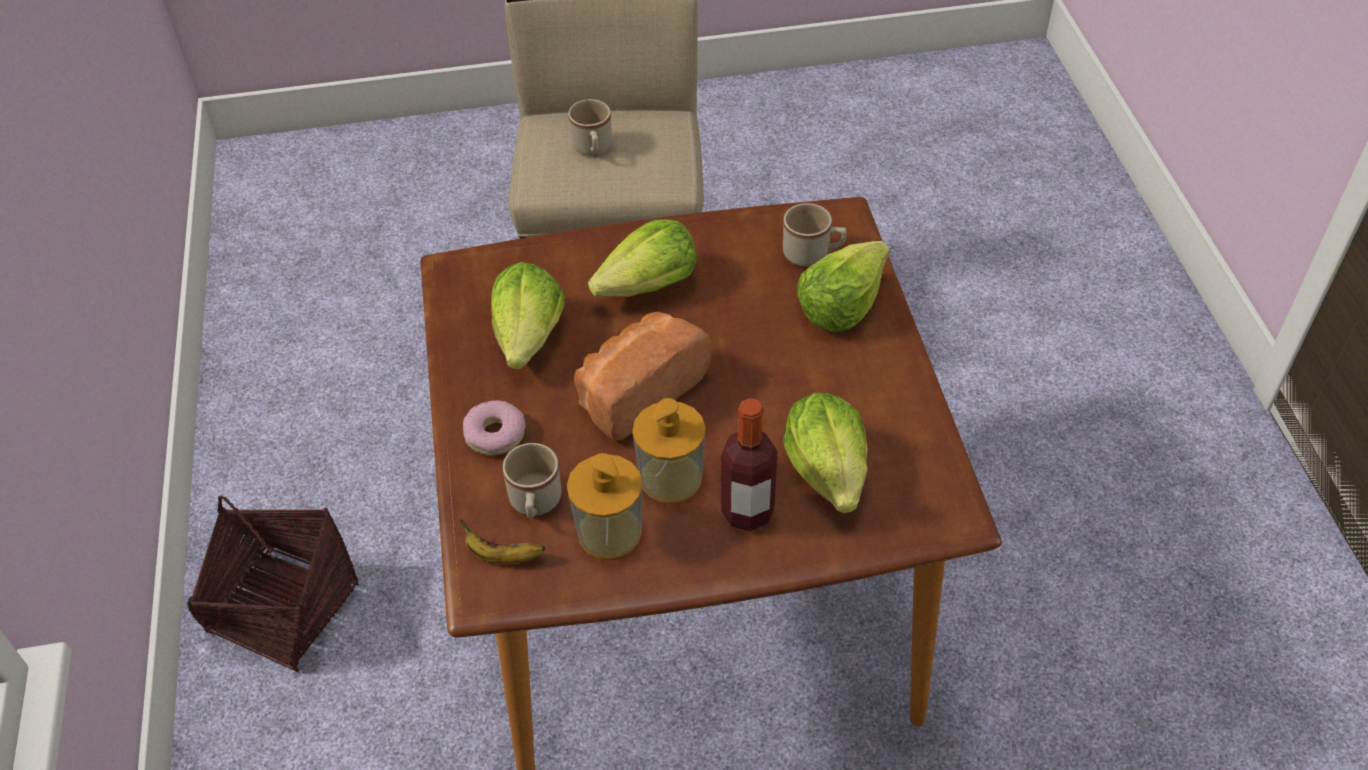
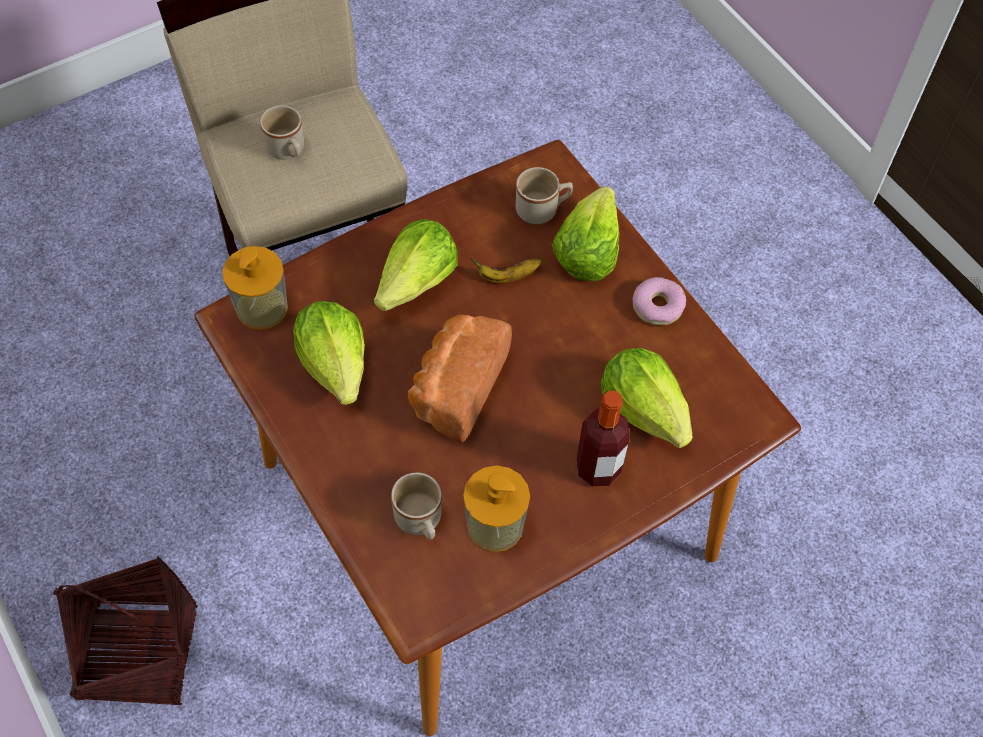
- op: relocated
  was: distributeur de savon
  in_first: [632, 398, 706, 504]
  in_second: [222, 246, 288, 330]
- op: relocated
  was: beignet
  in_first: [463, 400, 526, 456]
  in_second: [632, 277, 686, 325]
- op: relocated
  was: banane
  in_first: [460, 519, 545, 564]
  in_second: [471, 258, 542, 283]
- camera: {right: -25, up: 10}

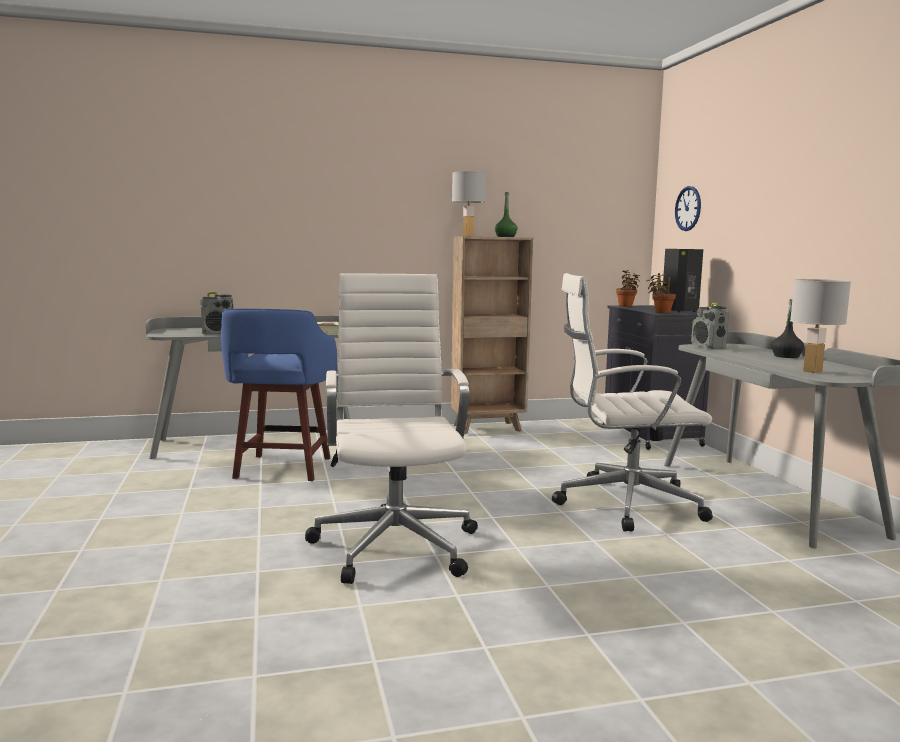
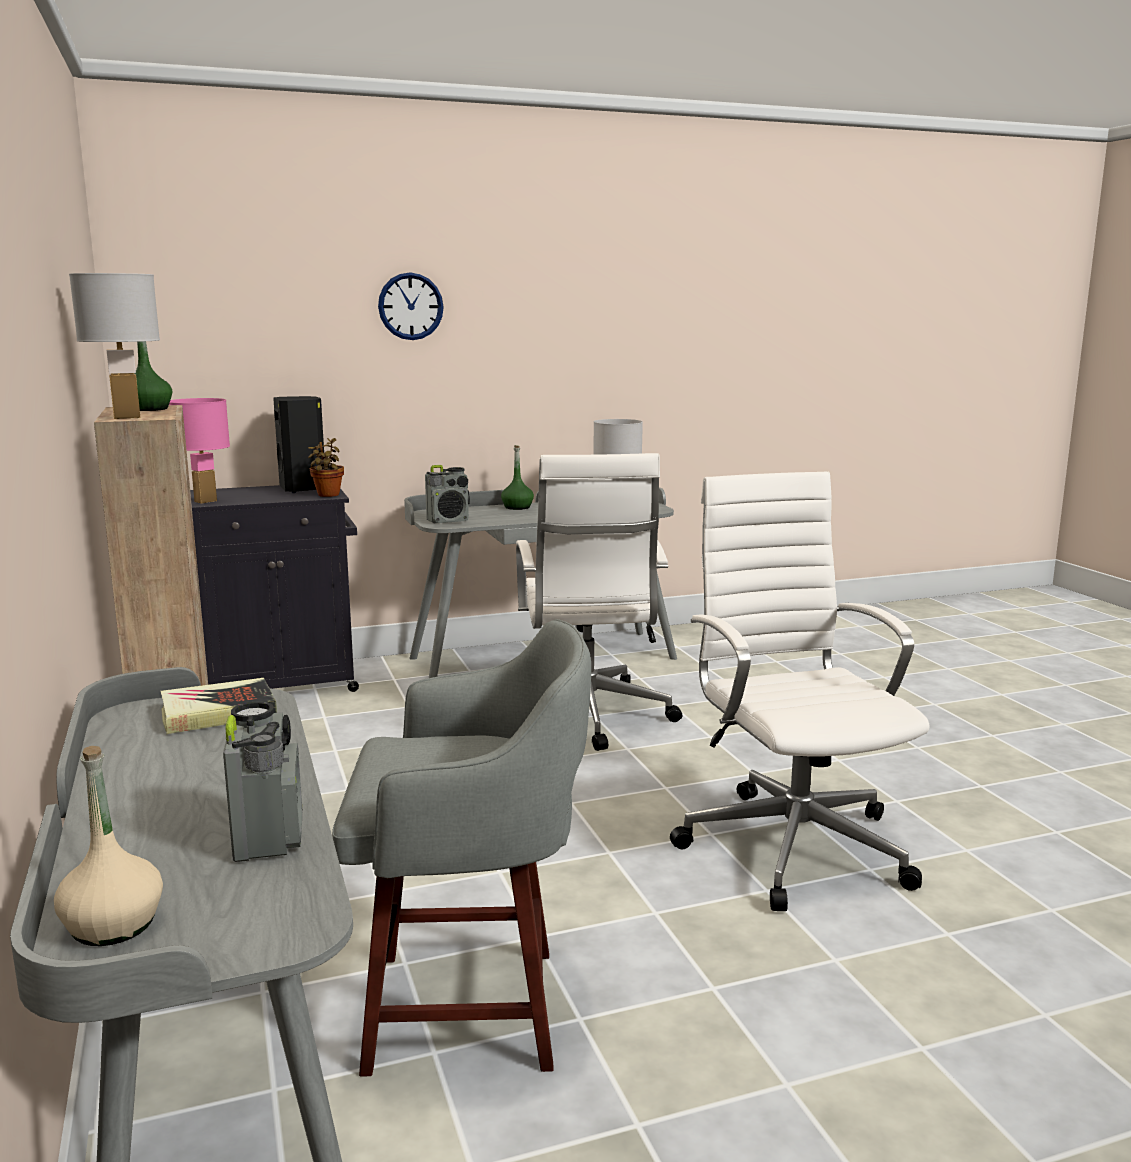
- op: relocated
  was: horloge murale
  in_first: [675, 186, 701, 231]
  in_second: [378, 272, 444, 340]
- op: exchanged
  was: plante en pot
  now: lampe de table [rose]
  in_first: [616, 270, 640, 307]
  in_second: [169, 398, 230, 503]
- op: spun
  was: chaise de bureau [blanc]
  in_first: [305, 273, 478, 584]
  in_second: [670, 471, 930, 911]
  clockwise: 90
- op: colour
  was: bouteille [noir]
  now: bouteille [vert]
  in_first: [771, 299, 804, 358]
  in_second: [501, 445, 534, 510]
- op: colour
  was: tabouret [bleu]
  now: tabouret [gris]
  in_first: [221, 308, 337, 481]
  in_second: [332, 619, 591, 1077]
- op: appeared
  now: bouteille [beige]
  in_second: [54, 746, 163, 946]
- camera: {right: -95, up: 5}

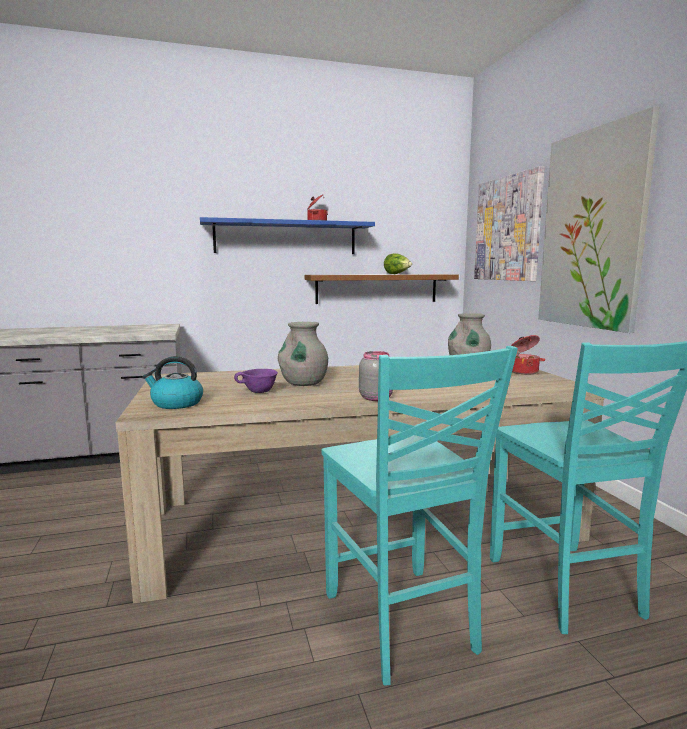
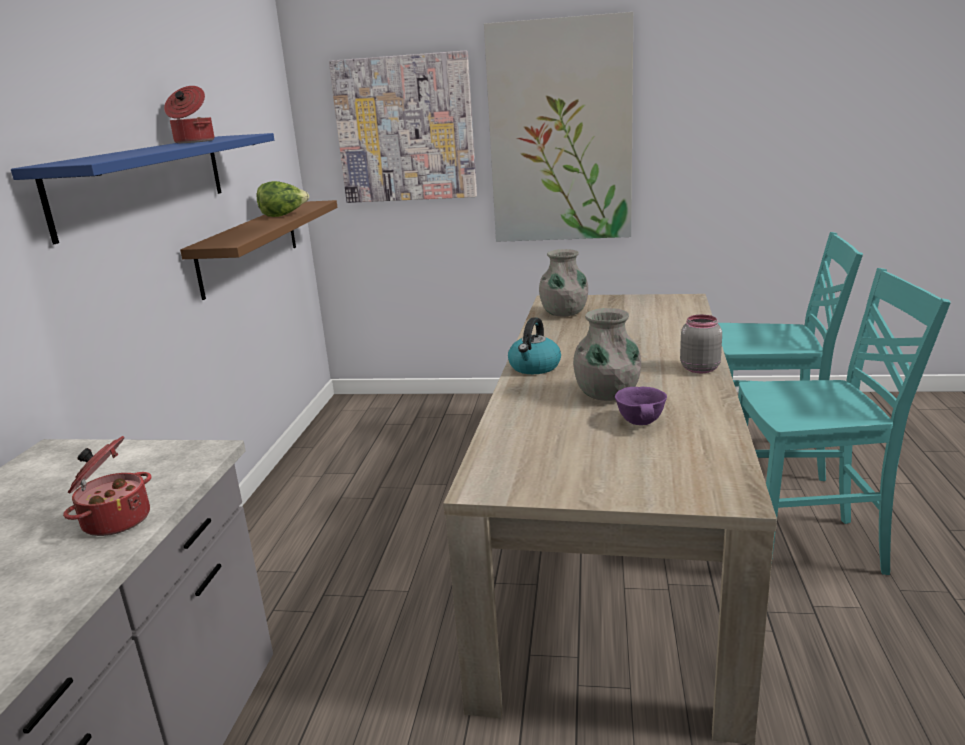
- op: relocated
  was: marmite
  in_first: [511, 335, 545, 374]
  in_second: [63, 436, 151, 536]
- op: relocated
  was: bouilloire
  in_first: [143, 356, 203, 409]
  in_second: [508, 317, 561, 374]
- camera: {right: -65, up: 10}

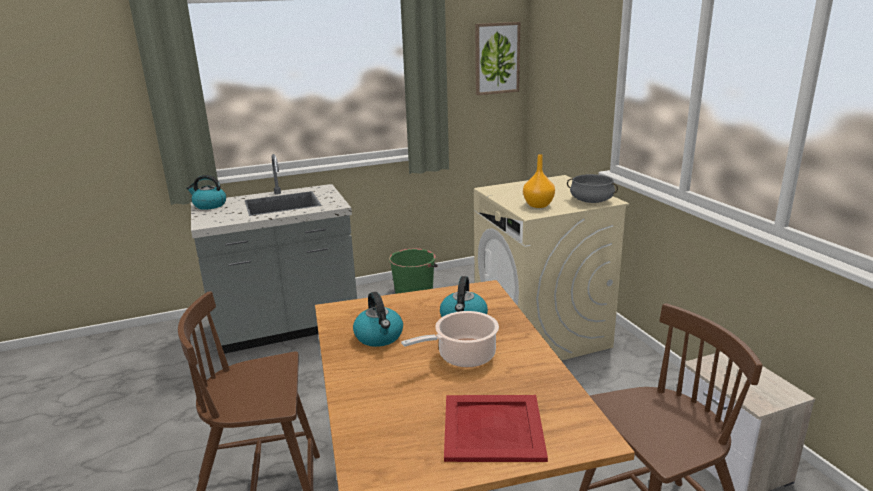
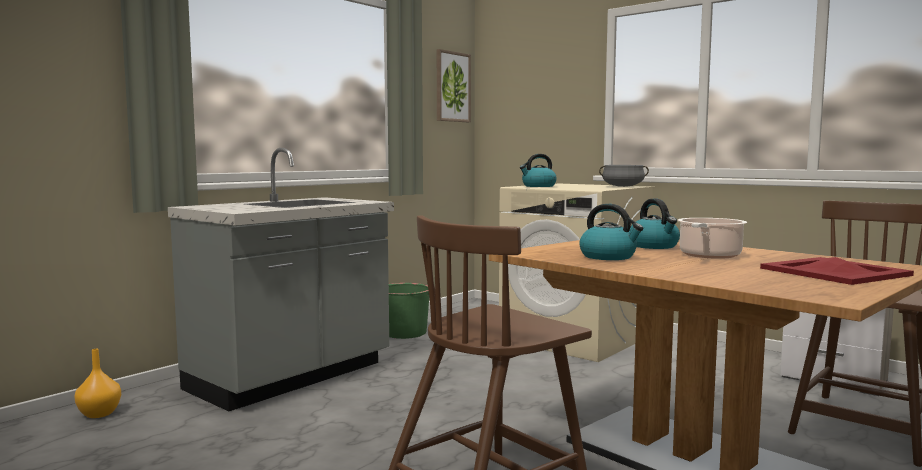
- op: relocated
  was: vase [orange]
  in_first: [523, 154, 555, 208]
  in_second: [74, 349, 121, 418]
- op: relocated
  was: bouilloire
  in_first: [186, 175, 226, 210]
  in_second: [520, 154, 557, 187]
- camera: {right: -30, up: -15}

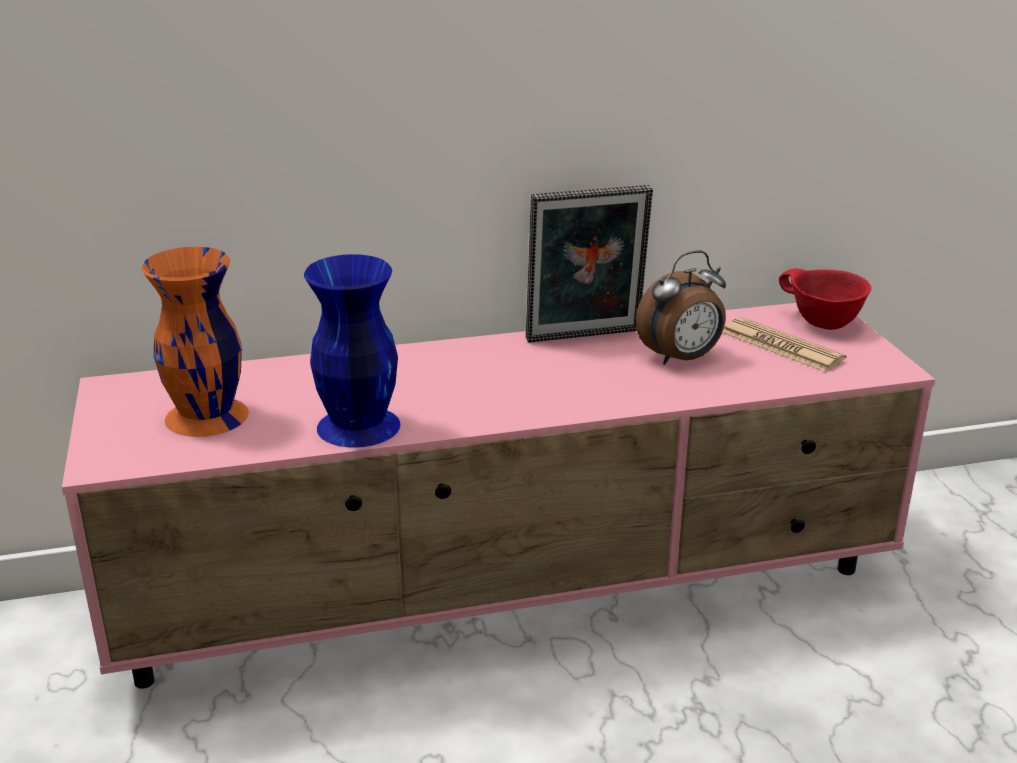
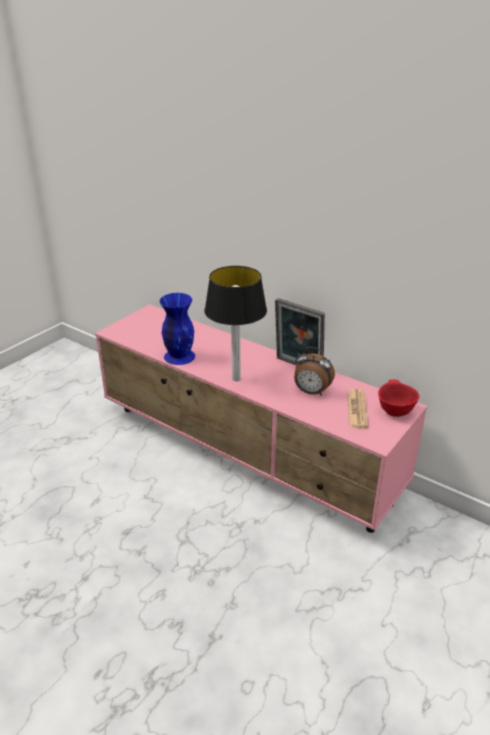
- op: missing
  was: vase [orange]
  in_first: [141, 247, 249, 437]
- op: appeared
  now: lampe de table
  in_second: [204, 266, 267, 381]
- camera: {right: 50, up: 5}

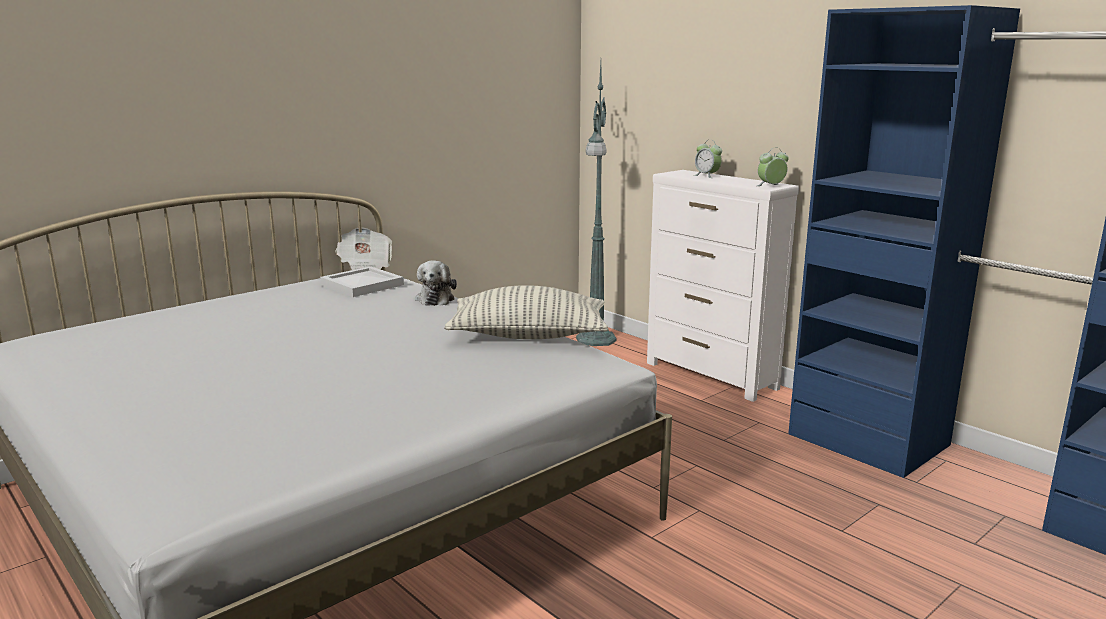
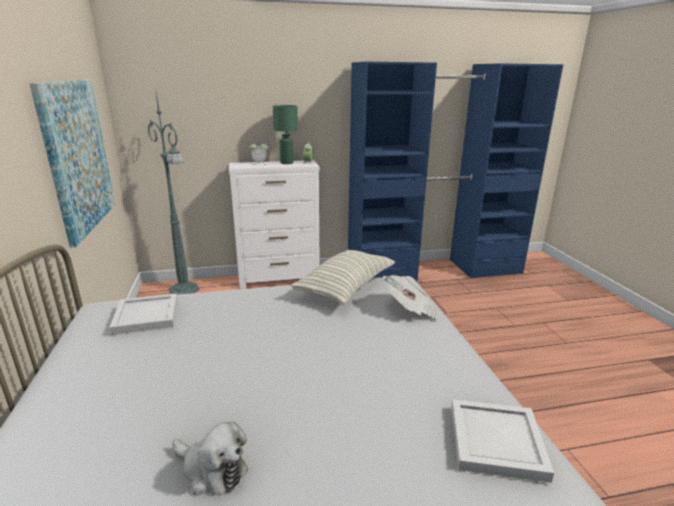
- op: relocated
  was: journal
  in_first: [335, 228, 392, 270]
  in_second: [383, 275, 439, 319]
- op: relocated
  was: peluche
  in_first: [415, 260, 457, 306]
  in_second: [172, 422, 248, 496]
- op: appeared
  now: tableau
  in_second: [30, 80, 115, 247]
- op: appeared
  now: lampe de table [vert]
  in_second: [273, 105, 298, 164]
- op: appeared
  now: plateau [blanc]
  in_second: [451, 399, 554, 483]
- camera: {right: -60, up: 5}

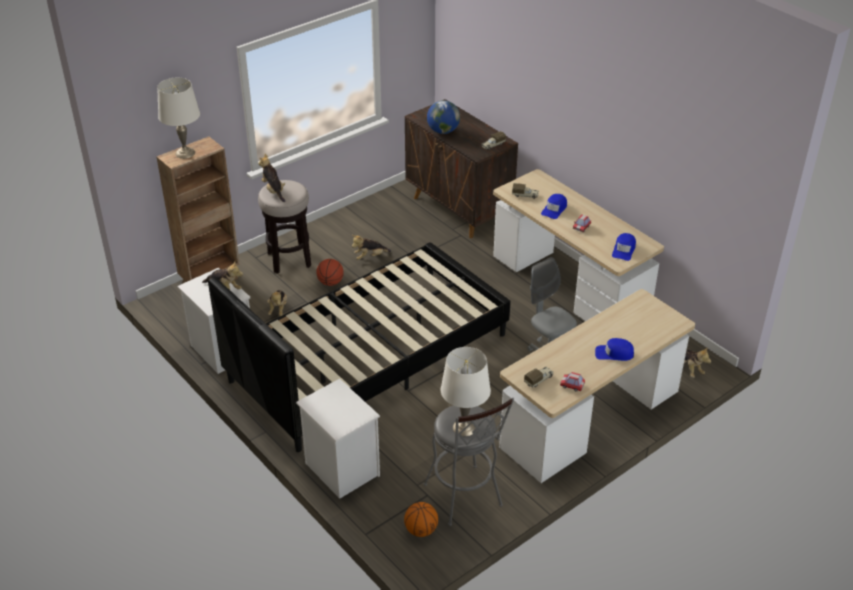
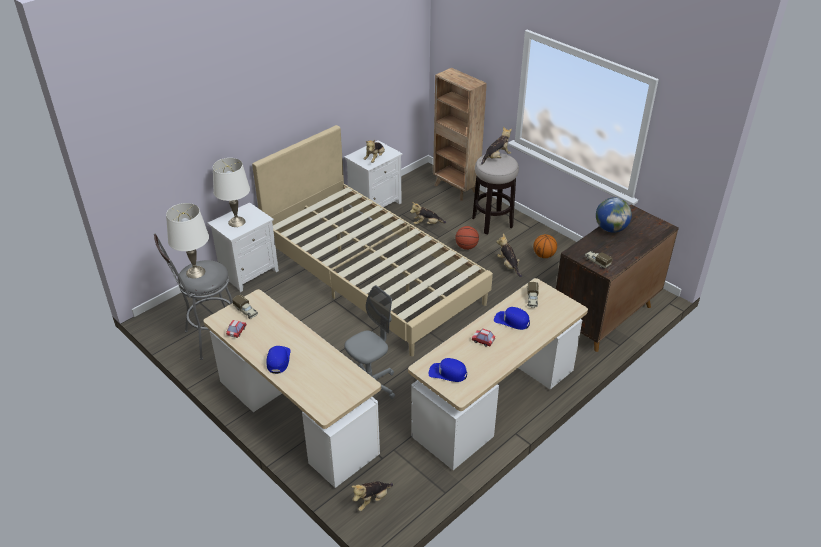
- op: relocated
  was: lampe de table [blanc]
  in_first: [157, 78, 200, 159]
  in_second: [213, 158, 250, 227]
- op: colour
  was: lit [noir]
  now: lit [beige]
  in_first: [208, 242, 511, 452]
  in_second: [252, 125, 493, 357]
- op: relocated
  was: ballon de basket
  in_first: [404, 502, 438, 537]
  in_second: [533, 234, 557, 258]
- camera: {right: 85, up: 0}

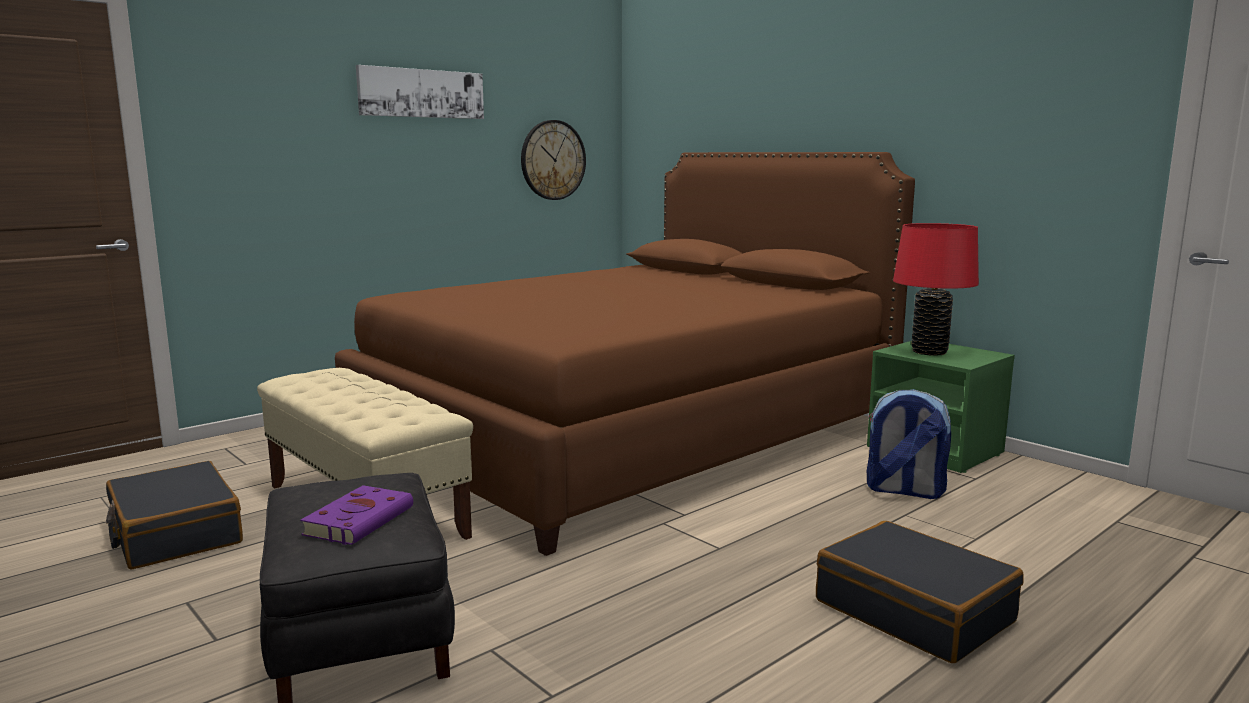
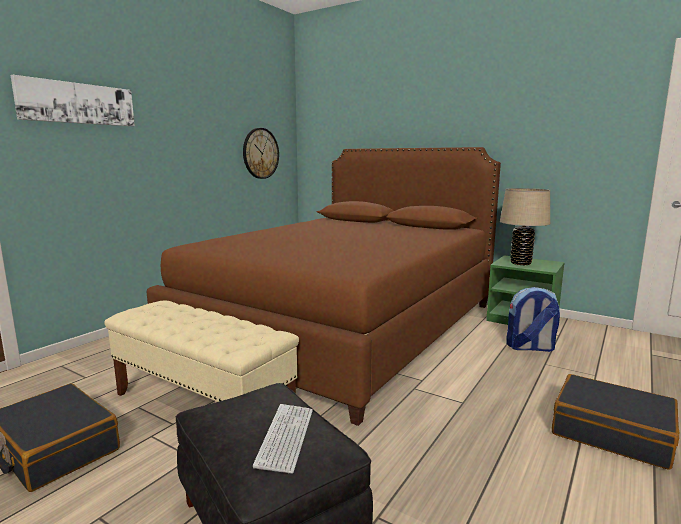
- op: relocated
  was: tableau
  in_first: [356, 65, 484, 119]
  in_second: [11, 75, 135, 126]
- op: colour
  was: lampe de table [rouge]
  now: lampe de table [beige]
  in_first: [893, 223, 979, 356]
  in_second: [500, 188, 550, 265]
- op: exchanged
  was: livre [violet]
  now: clavier
  in_first: [300, 485, 413, 545]
  in_second: [253, 404, 313, 474]
- camera: {right: -15, up: 0}

